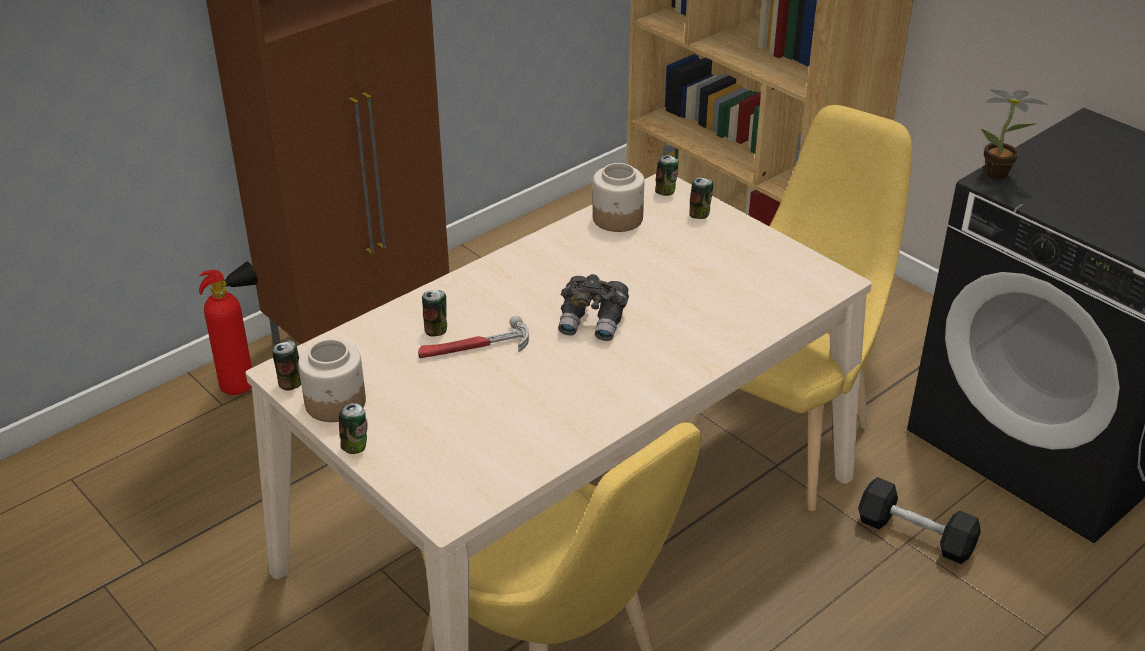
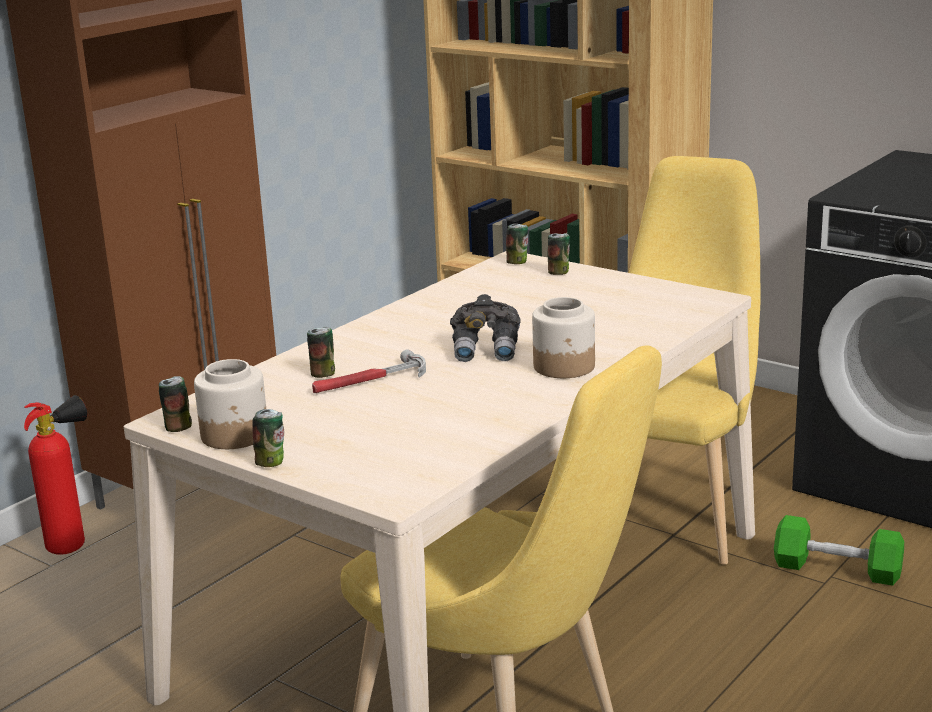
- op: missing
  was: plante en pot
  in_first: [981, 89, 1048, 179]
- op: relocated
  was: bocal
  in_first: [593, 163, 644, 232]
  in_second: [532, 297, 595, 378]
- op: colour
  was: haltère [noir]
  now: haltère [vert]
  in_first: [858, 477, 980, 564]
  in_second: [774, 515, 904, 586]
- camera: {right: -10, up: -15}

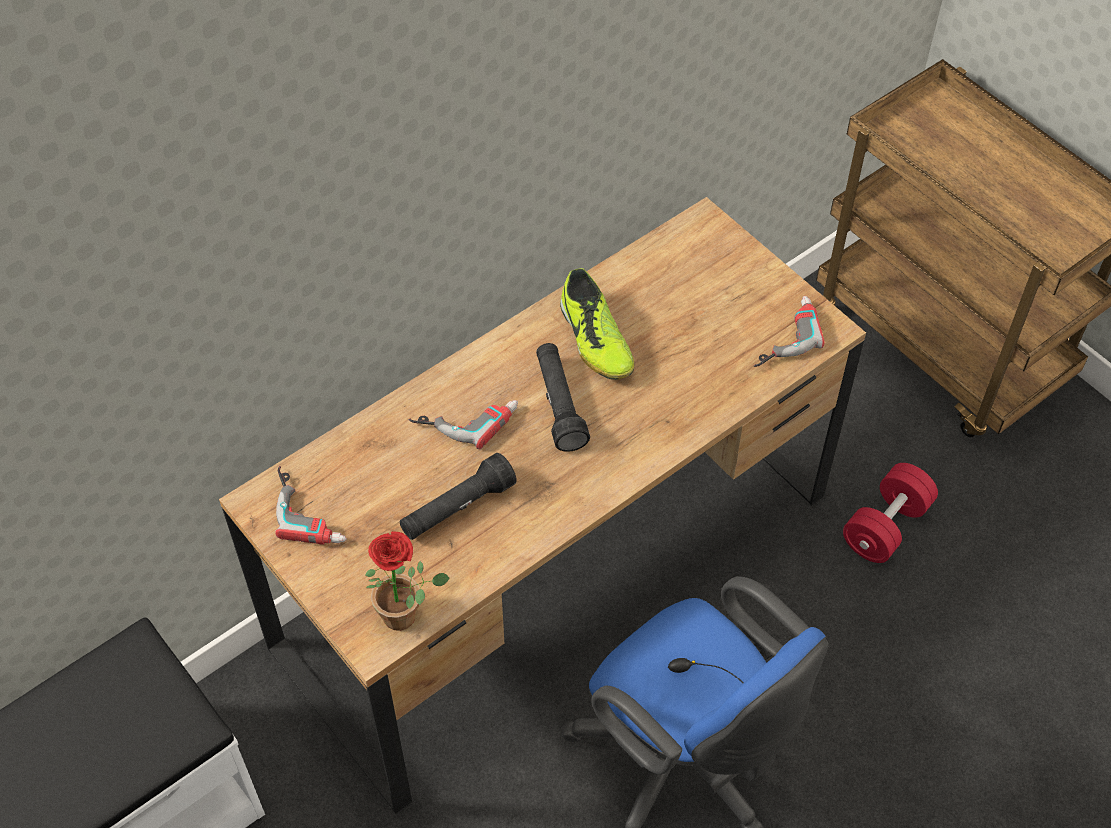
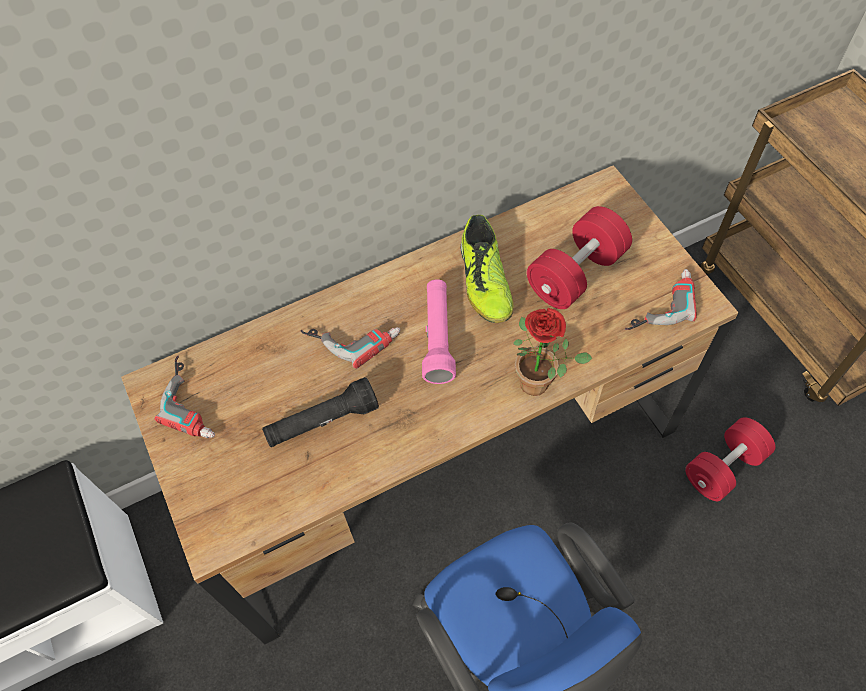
- op: colour
  was: lampe de poche [noir]
  now: lampe de poche [rose]
  in_first: [536, 343, 590, 452]
  in_second: [422, 279, 456, 384]
- op: relocated
  was: plante en pot
  in_first: [365, 531, 450, 631]
  in_second: [513, 308, 592, 396]
- op: appeared
  now: haltère [rouge]
  in_second: [527, 206, 632, 309]
- camera: {right: 15, up: 5}

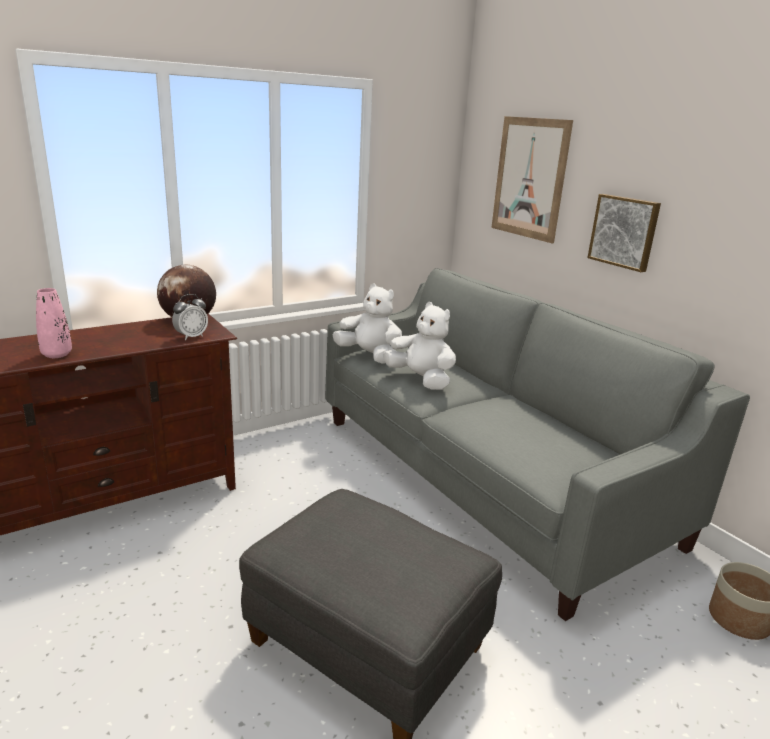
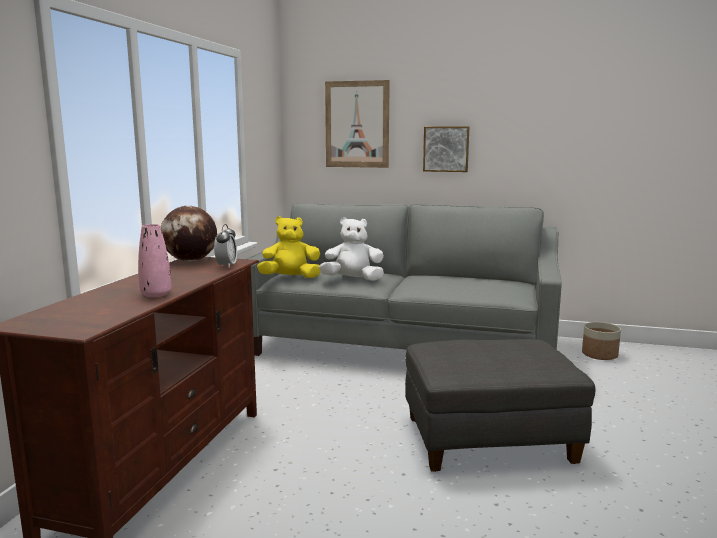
- op: colour
  was: peluche [blanc]
  now: peluche [jaune]
  in_first: [333, 284, 402, 364]
  in_second: [257, 216, 321, 278]
- camera: {right: -40, up: -10}

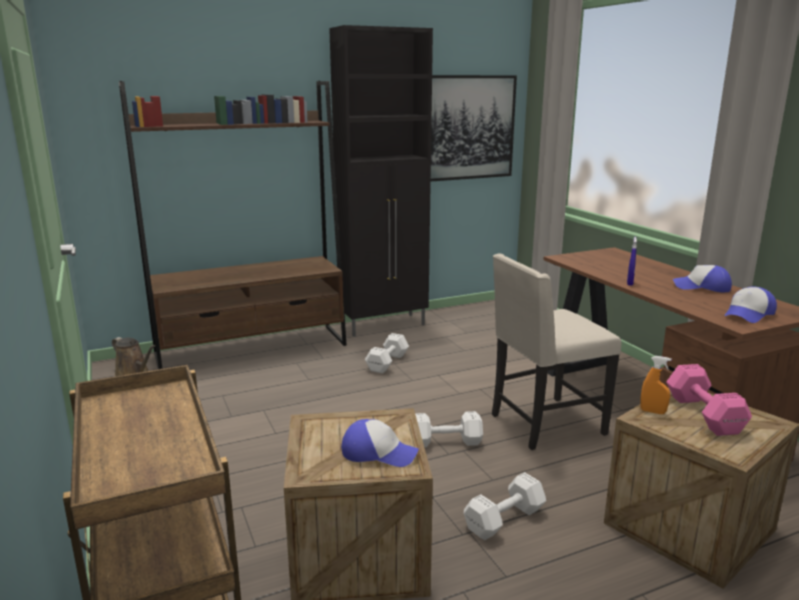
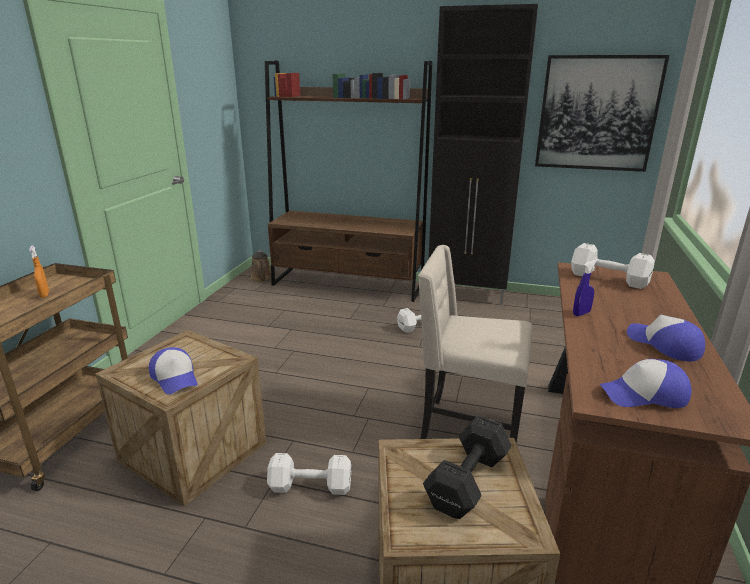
- op: relocated
  was: vaporisateur [orange]
  in_first: [640, 356, 672, 414]
  in_second: [29, 246, 49, 298]
- op: colour
  was: haltère [rose]
  now: haltère [noir]
  in_first: [666, 364, 752, 436]
  in_second: [423, 415, 512, 519]
- op: relocated
  was: haltère [blanc]
  in_first: [415, 411, 483, 447]
  in_second: [571, 243, 655, 289]
- camera: {right: 40, up: 5}

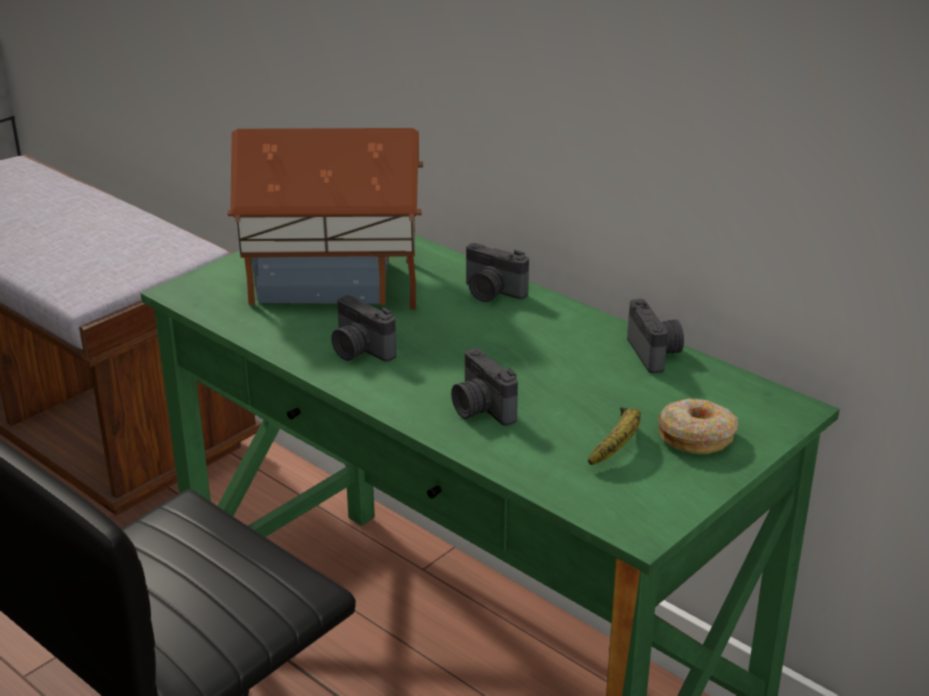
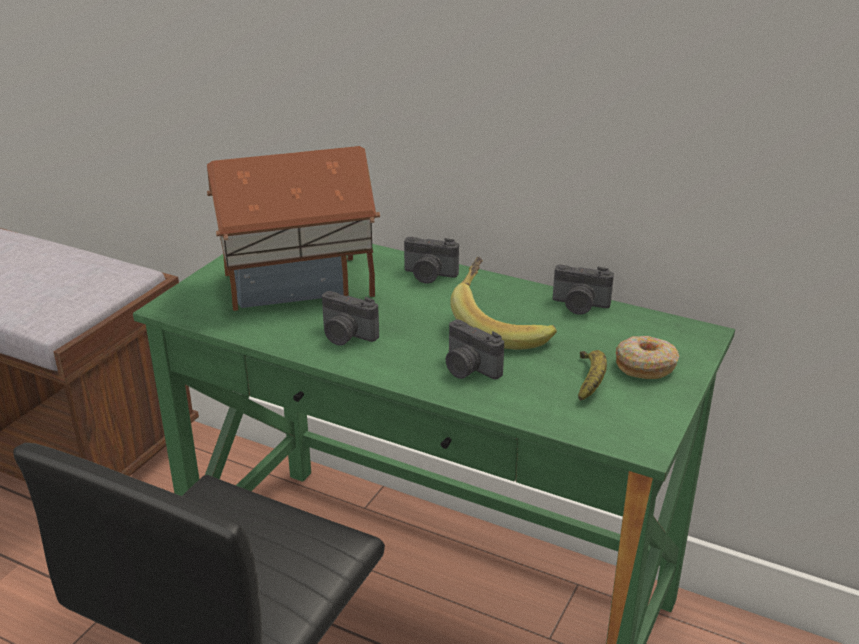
- op: spun
  was: appareil photo
  in_first: [627, 299, 684, 374]
  in_second: [553, 265, 614, 315]
  clockwise: 135
- op: appeared
  now: banane
  in_second: [450, 257, 557, 349]
- camera: {right: -15, up: 0}

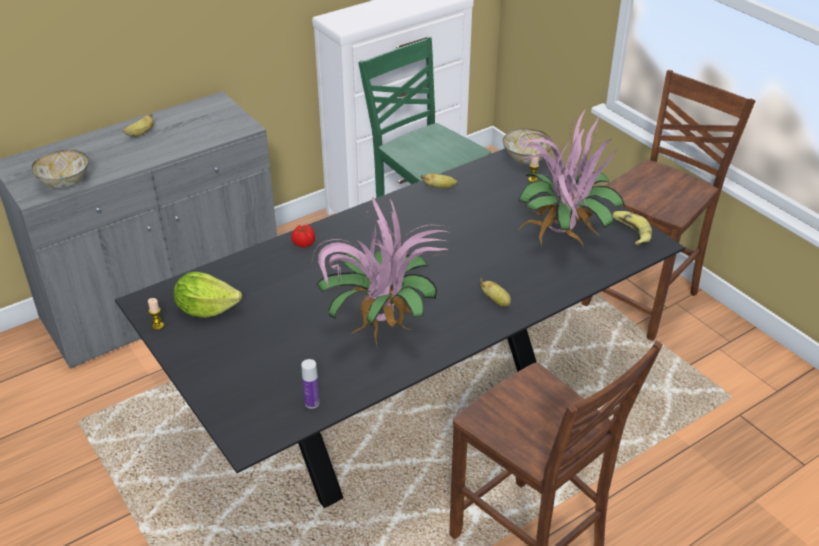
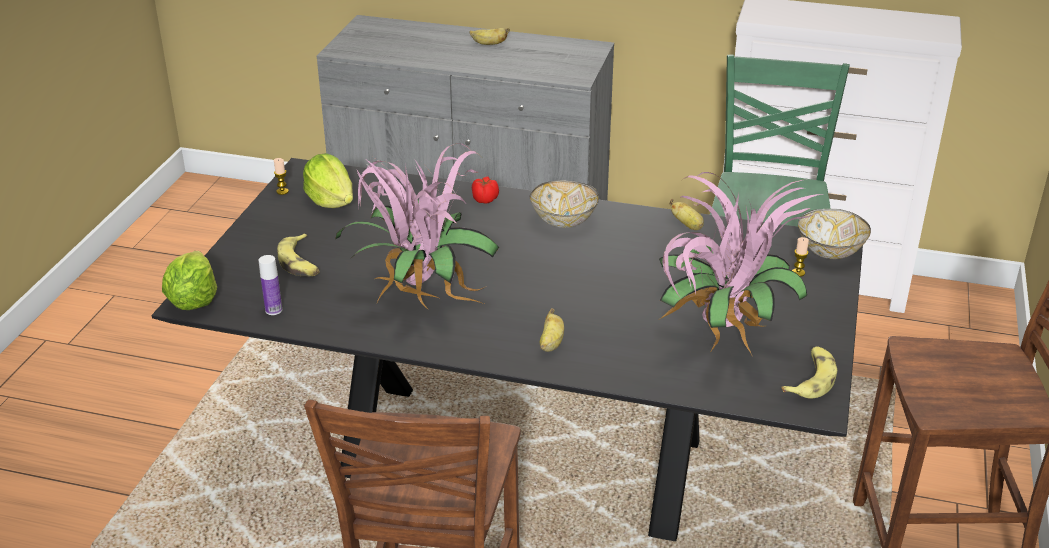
- op: relocated
  was: bol
  in_first: [32, 149, 89, 189]
  in_second: [530, 181, 599, 228]
- op: appeared
  now: banane
  in_second: [277, 234, 320, 277]
- op: appeared
  now: laitue
  in_second: [162, 251, 217, 310]
- camera: {right: 50, up: -5}

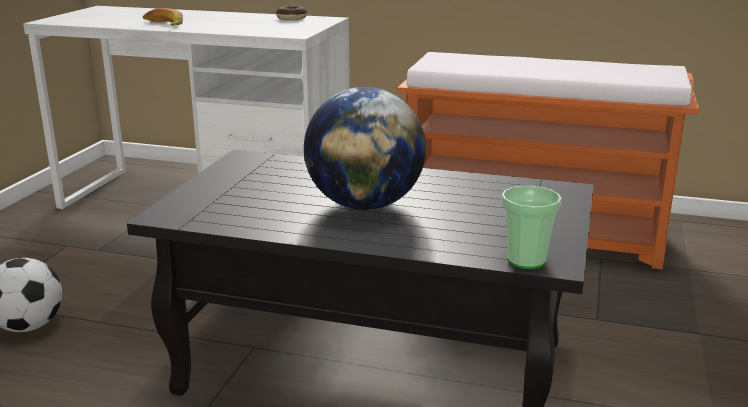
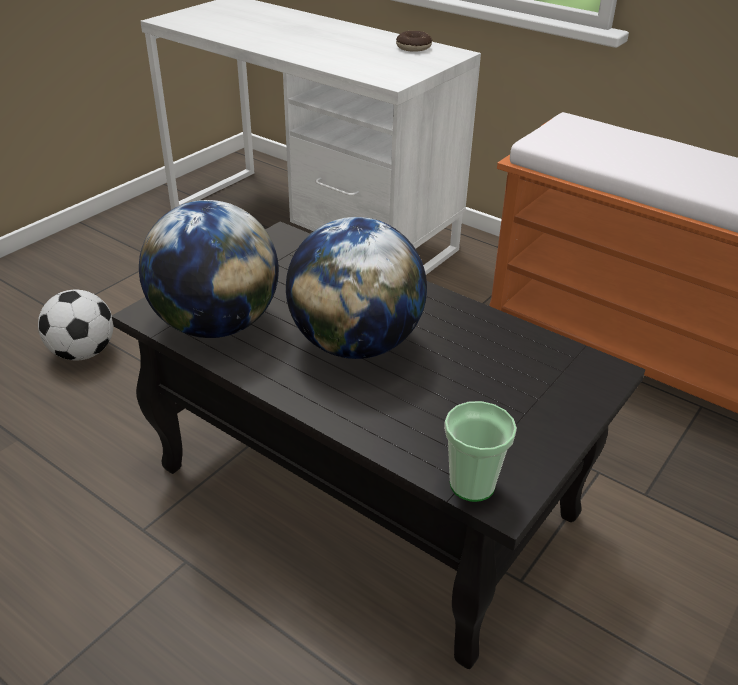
- op: missing
  was: banane
  in_first: [143, 8, 183, 26]
- op: appeared
  now: globe
  in_second: [139, 200, 279, 338]
- camera: {right: 20, up: 15}

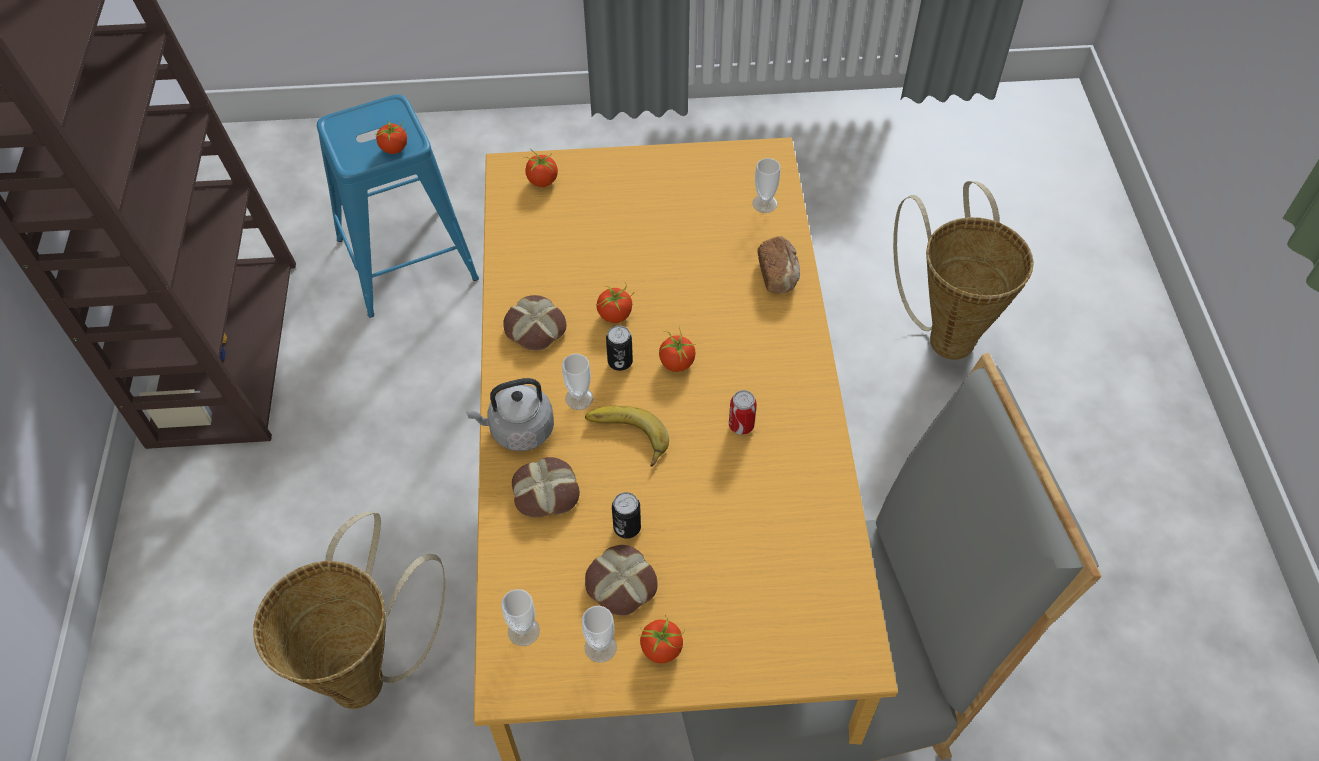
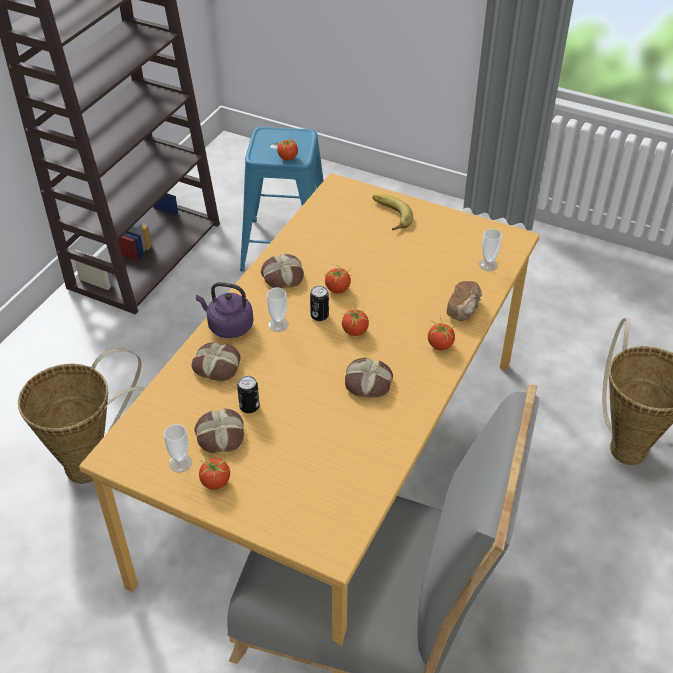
- op: relocated
  was: tomate
  in_first: [523, 148, 558, 187]
  in_second: [428, 318, 455, 350]
- op: colour
  was: bouilloire [gris]
  now: bouilloire [violet]
  in_first: [466, 378, 554, 451]
  in_second: [196, 282, 254, 338]
- op: exchanged
  was: boîte métallique
  now: pain
  in_first: [729, 390, 757, 435]
  in_second: [345, 358, 393, 398]
- op: relocated
  was: banane
  in_first: [585, 406, 669, 467]
  in_second: [372, 194, 413, 230]
- op: missing
  was: tasse
  in_first: [501, 589, 540, 646]
- camera: {right: 30, up: -10}

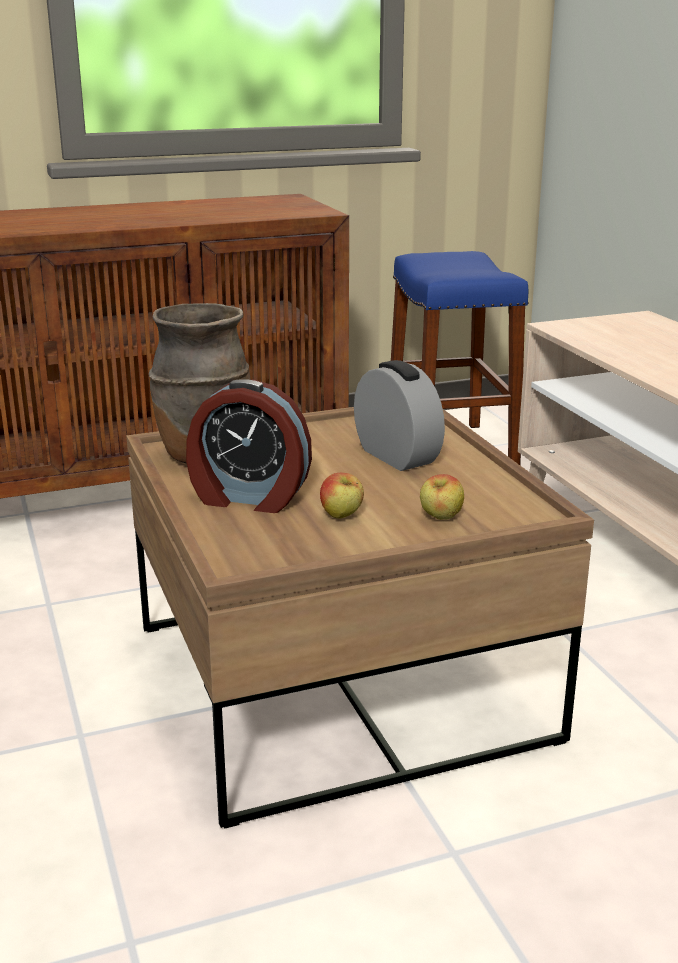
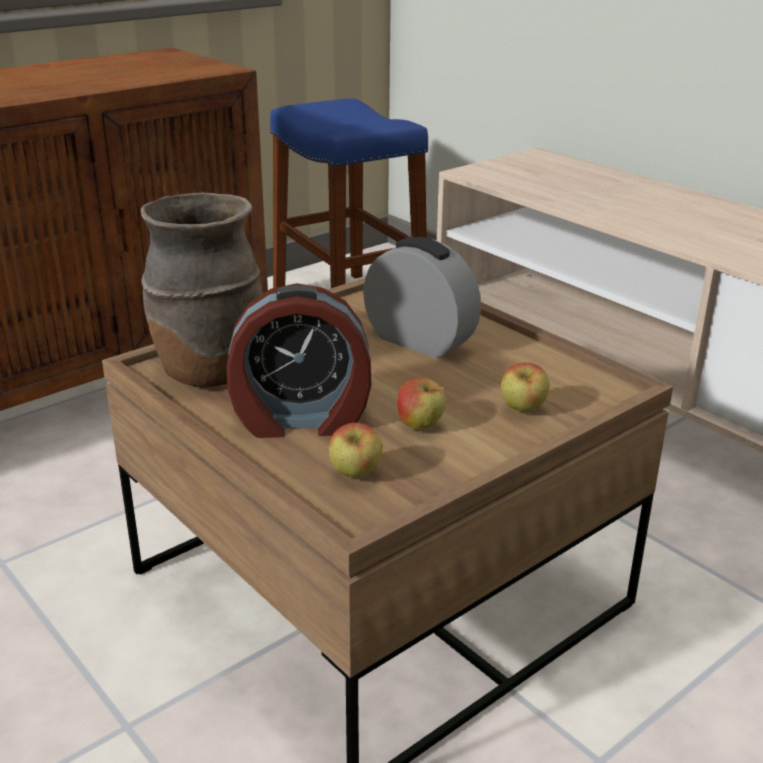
- op: appeared
  now: pomme
  in_second: [329, 422, 383, 478]
- camera: {right: -20, up: 5}

